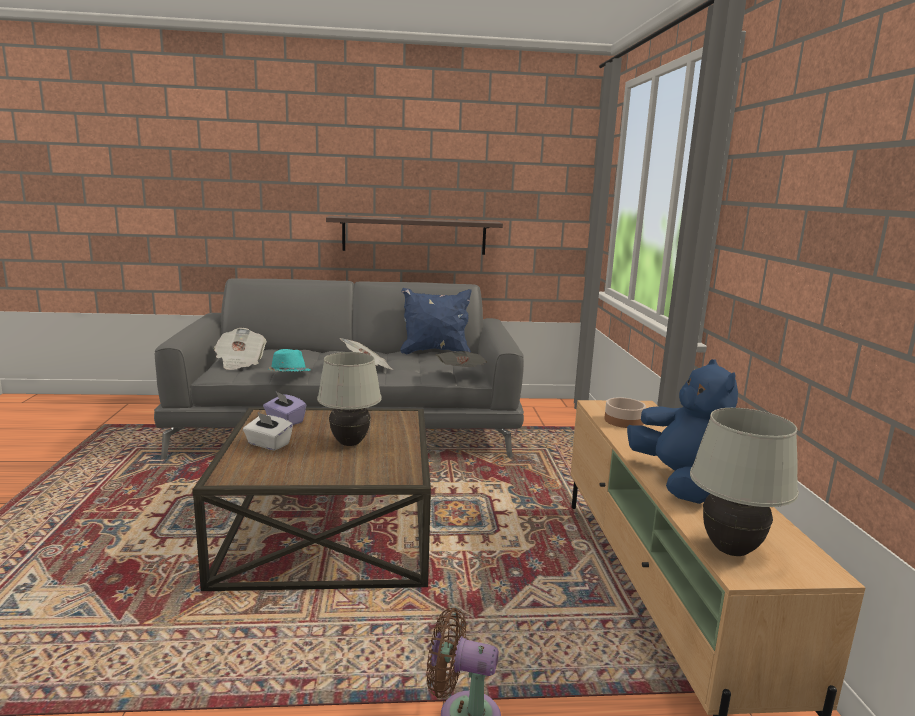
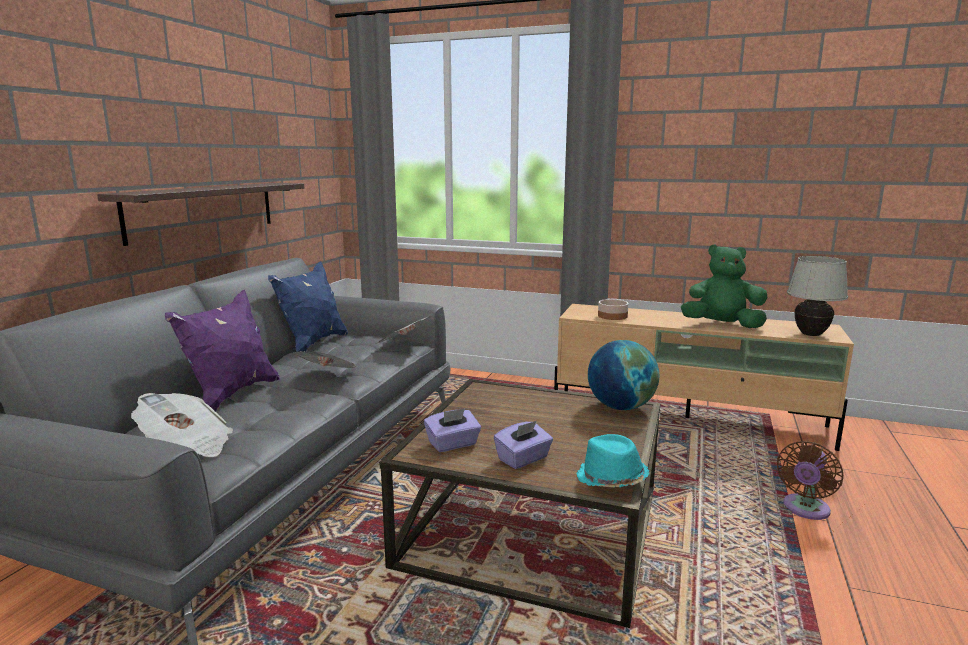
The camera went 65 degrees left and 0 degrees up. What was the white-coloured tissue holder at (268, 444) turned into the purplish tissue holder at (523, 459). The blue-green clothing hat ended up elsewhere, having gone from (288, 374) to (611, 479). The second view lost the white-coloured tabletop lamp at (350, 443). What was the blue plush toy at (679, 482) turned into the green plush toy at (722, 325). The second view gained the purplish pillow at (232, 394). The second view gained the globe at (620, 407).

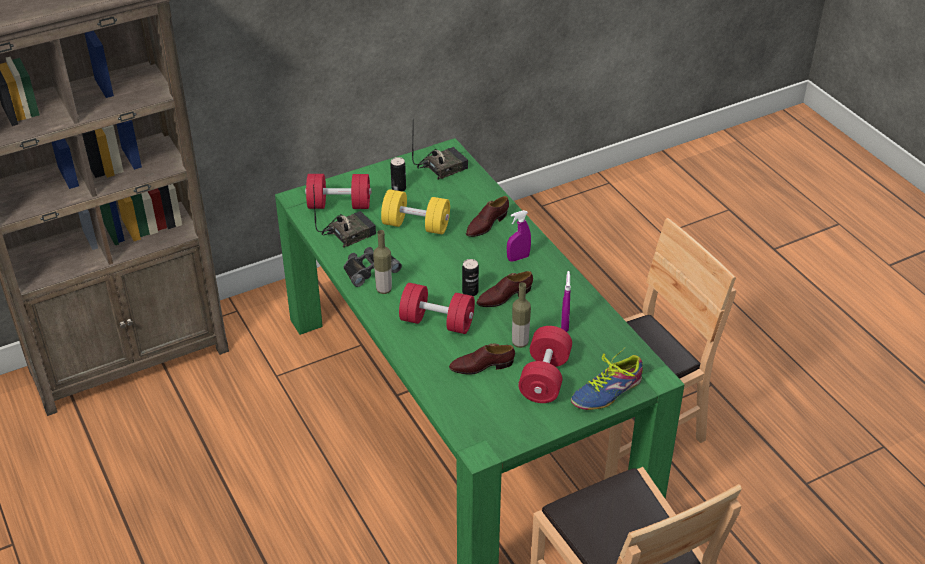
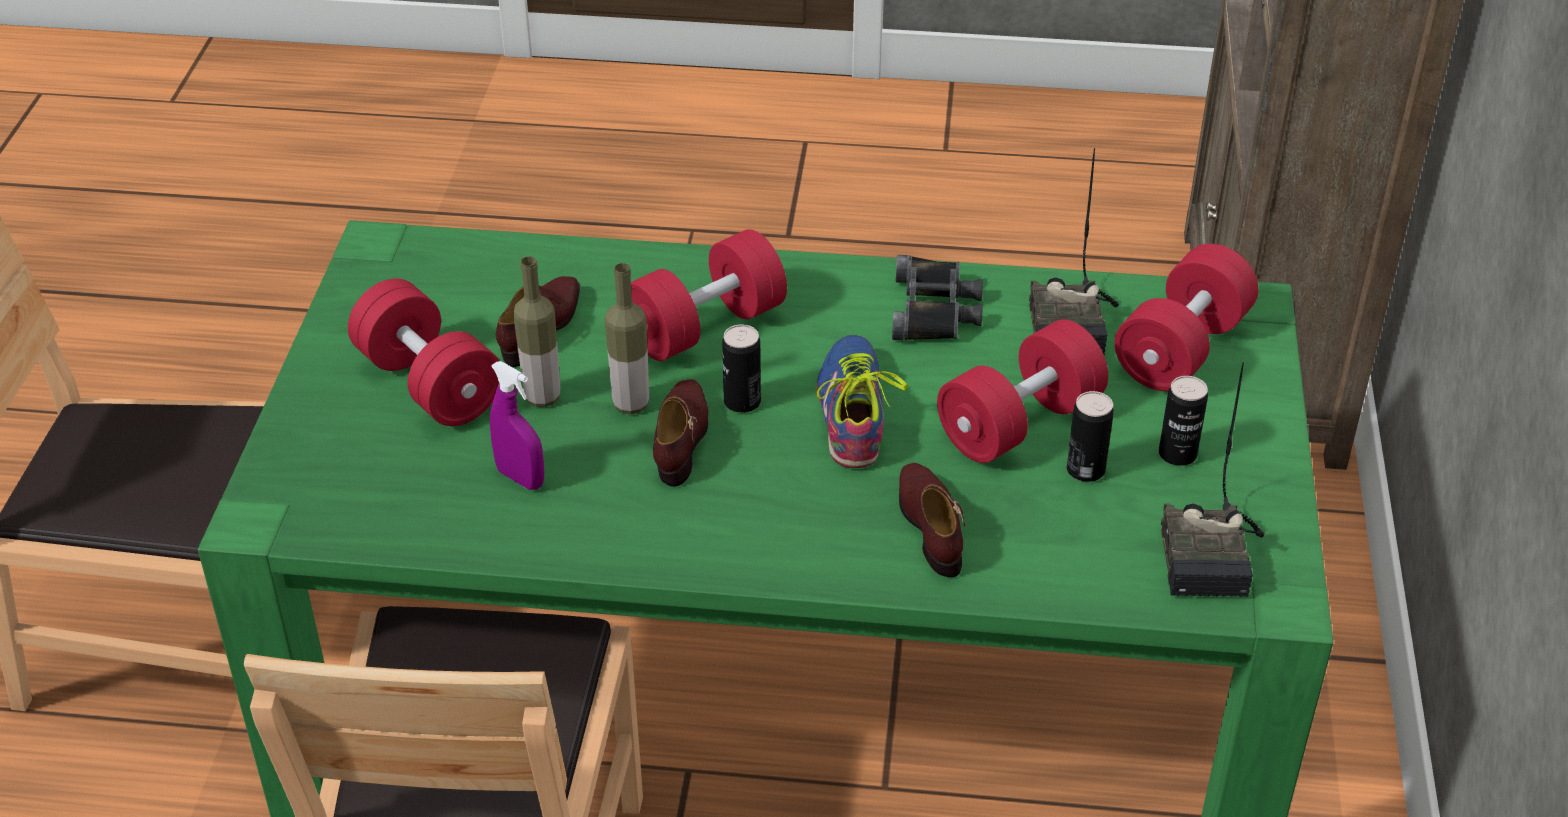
The camera went 125 degrees right and 0 degrees up. The drink bottle ended up elsewhere, having gone from (384, 289) to (631, 404). What was the yellow free weight at (416, 225) turned into the red free weight at (1019, 423). The second view lost the purplish hand sprayer at (518, 258). The shoe ended up elsewhere, having gone from (607, 391) to (852, 411). The second view gained the metal can at (1085, 470).

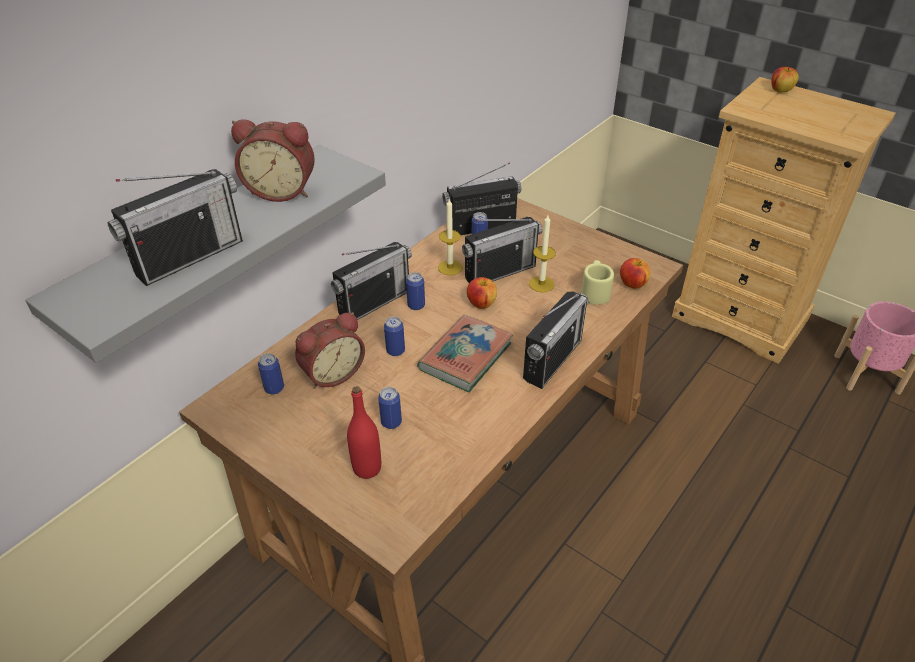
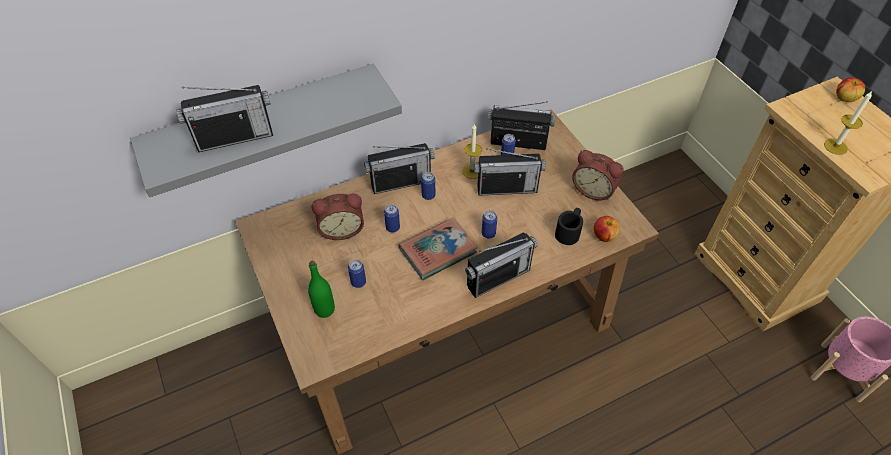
The camera went 25 degrees right and 10 degrees up. The bedside clock ended up elsewhere, having gone from (282, 190) to (594, 189). The metal can ended up elsewhere, having gone from (274, 388) to (488, 233). What was the red drink bottle at (367, 468) turned into the green drink bottle at (324, 309). The second view lost the apple fruit at (481, 303). The wax candle ended up elsewhere, having gone from (541, 284) to (835, 146). What was the sand-coloured mug at (595, 291) turned into the black mug at (569, 232).

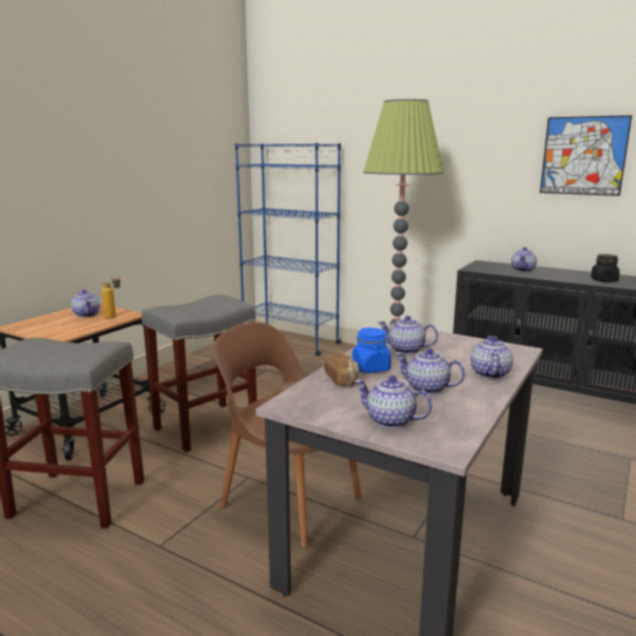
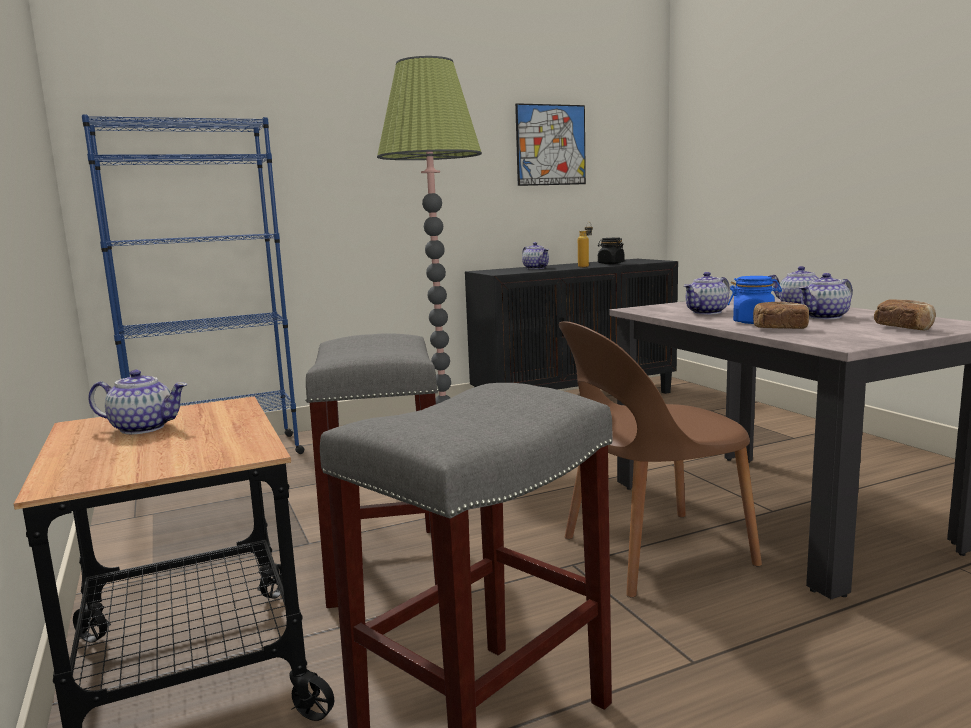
The camera went 55 degrees left and 5 degrees down. The drink bottle ended up elsewhere, having gone from (114, 317) to (586, 266). Where the teapot stood at (390, 420), the bread came to stand at (904, 328).

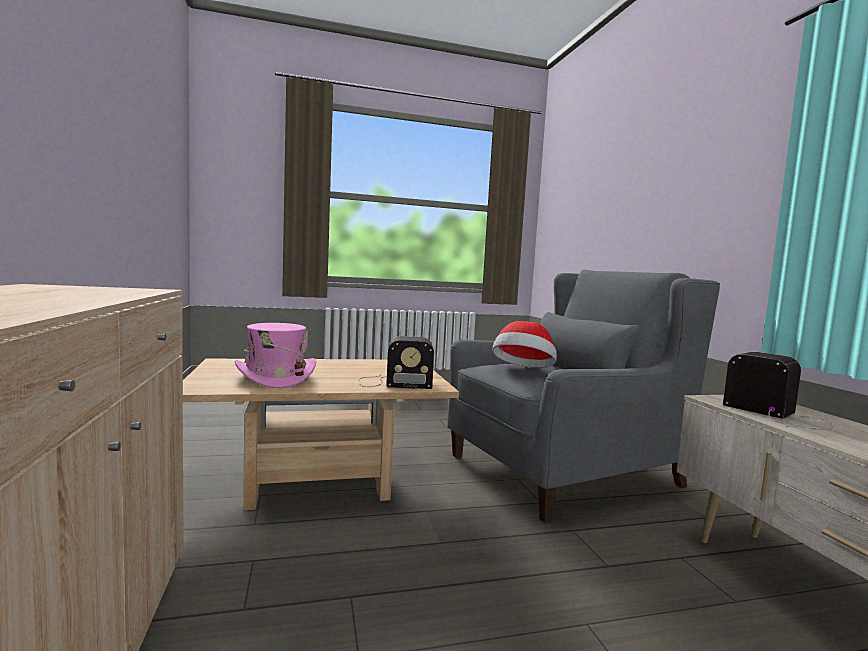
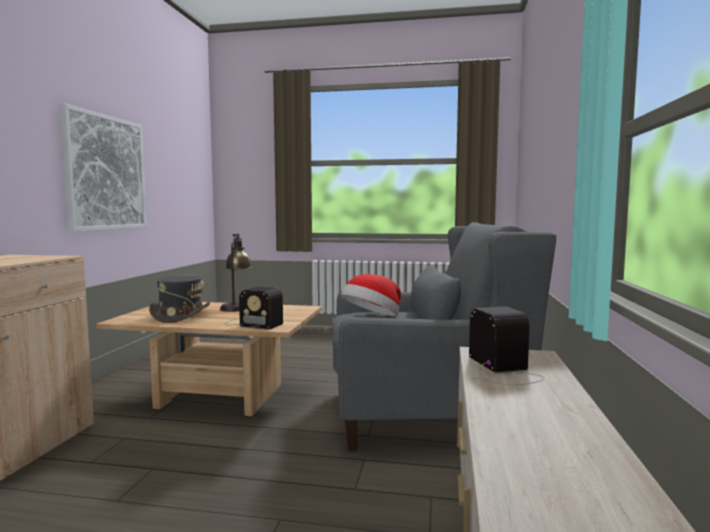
The camera went 25 degrees right and 0 degrees up. What was the pink-coloured clothing hat at (275, 377) turned into the greyish clothing hat at (180, 315). The second view gained the wall picture at (105, 173). The second view gained the tabletop lamp at (236, 306).

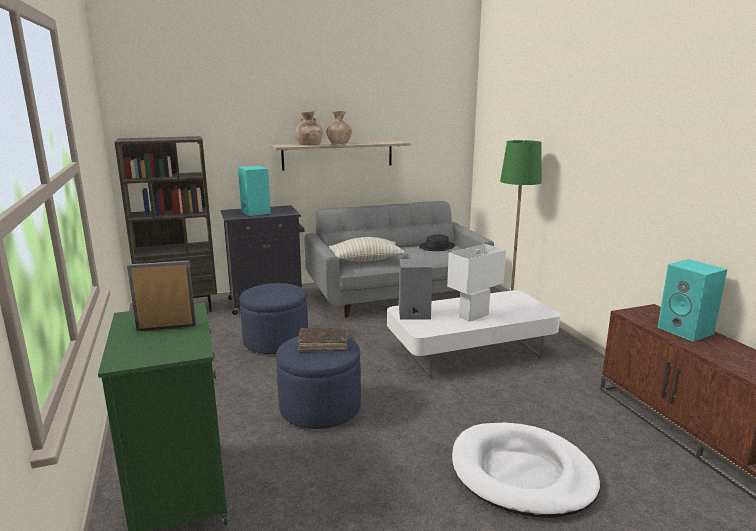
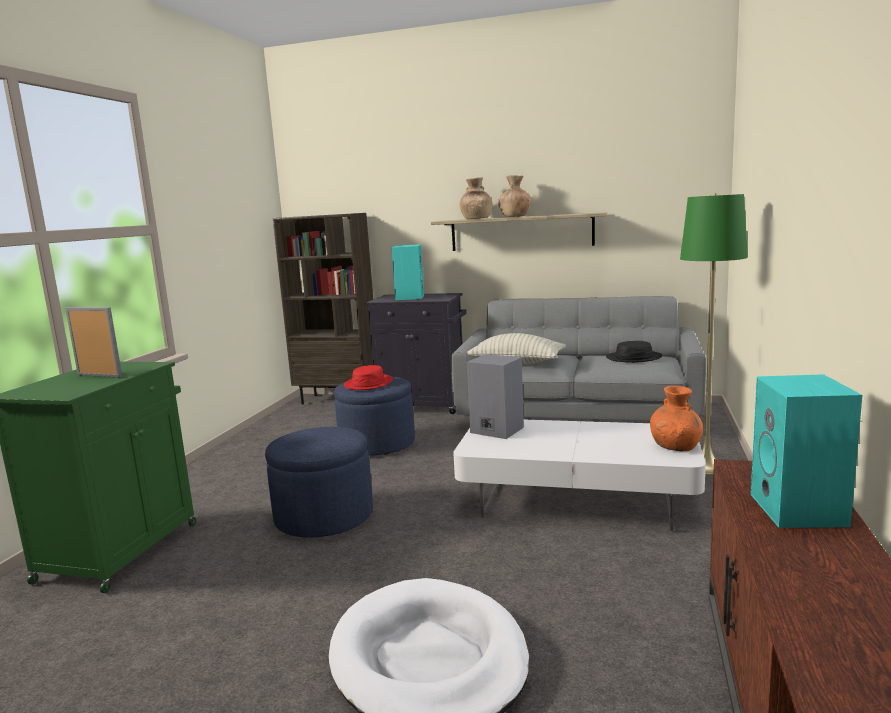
The camera went 35 degrees right and 5 degrees down. The second view lost the brownish bound book at (323, 344). The second view lost the white-coloured tabletop lamp at (473, 316). The second view gained the red clothing hat at (368, 383). The second view gained the orange-coloured decorative vase at (676, 447).

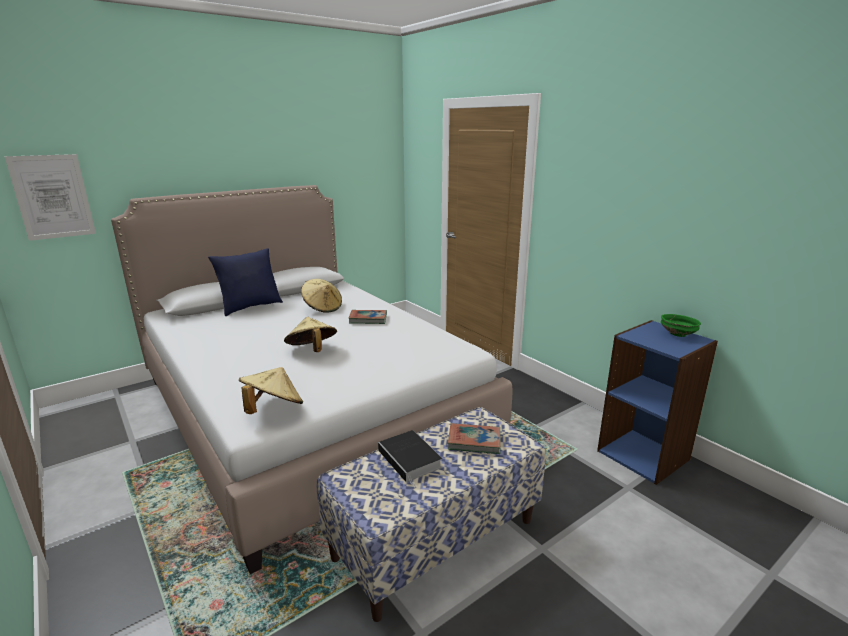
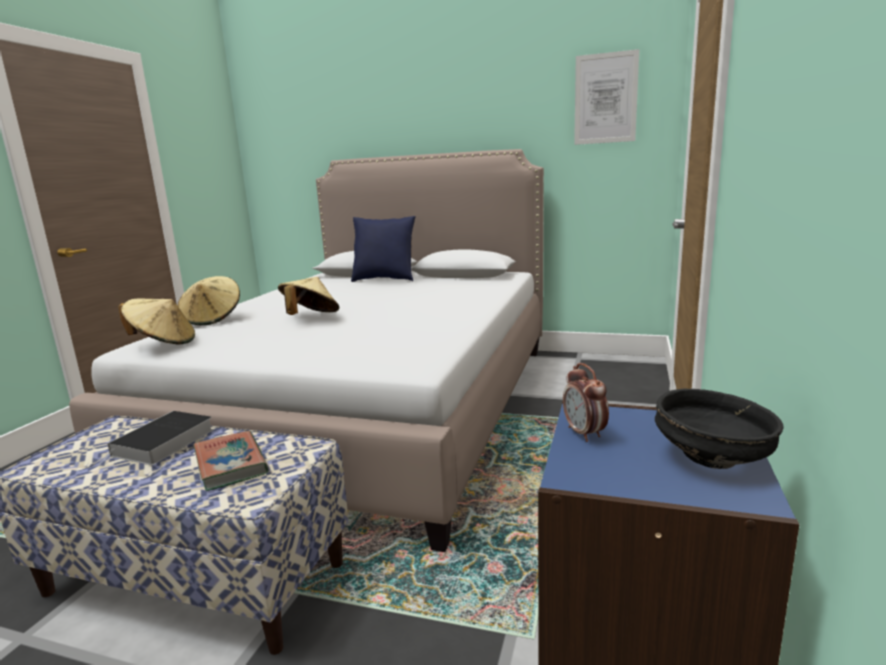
The camera went 55 degrees right and 5 degrees down. The wall picture ended up elsewhere, having gone from (52, 197) to (605, 98). The sand-coloured clothing hat ended up elsewhere, having gone from (322, 308) to (212, 319). The second view lost the bound book at (368, 319). What was the green bowl at (678, 334) turned into the black bowl at (714, 458). The second view gained the bedside clock at (584, 434).

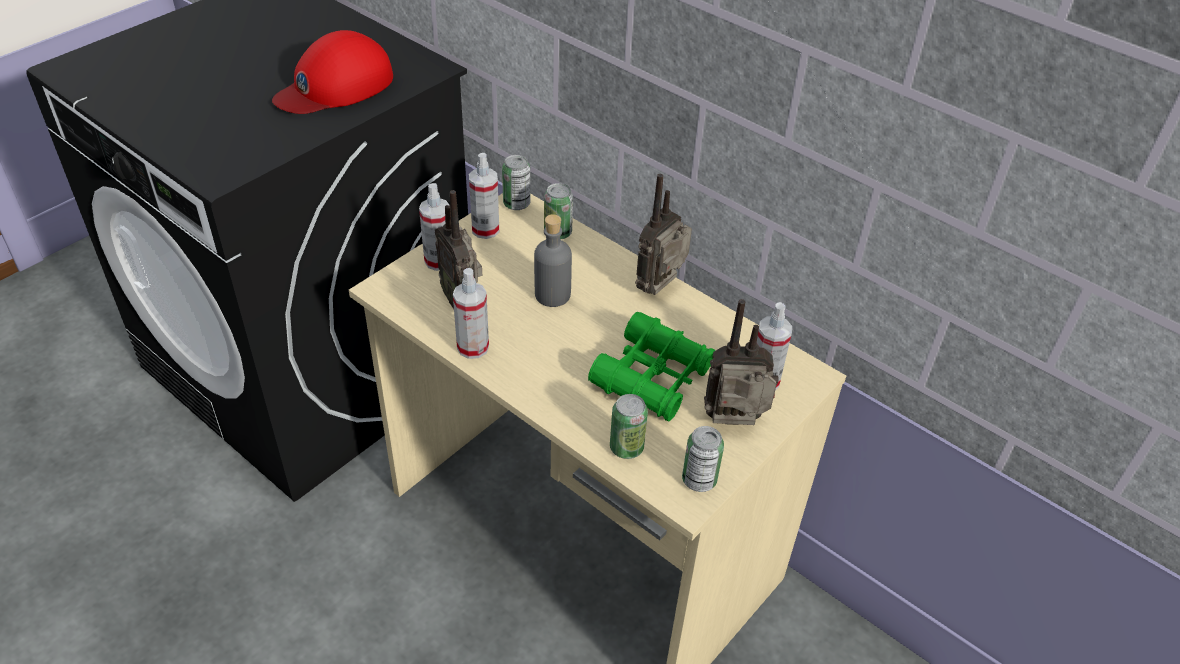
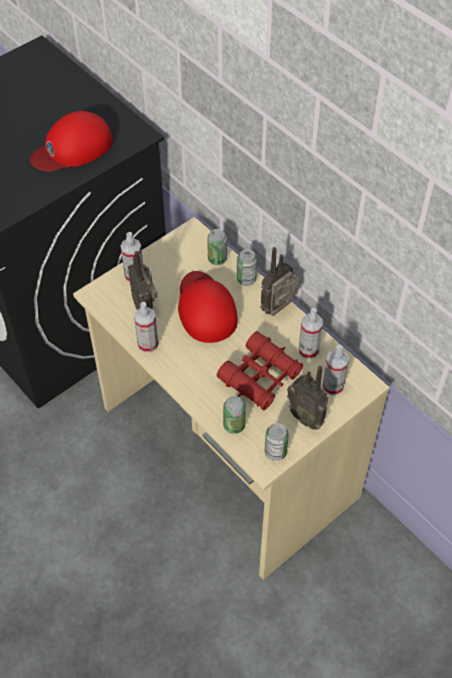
The camera went 10 degrees right and 10 degrees up. The hand sprayer ended up elsewhere, having gone from (485, 229) to (308, 350). The metal can ended up elsewhere, having gone from (516, 204) to (246, 279). Where the greyish drink bottle stood at (552, 295), the red baseball cap came to stand at (205, 308). What was the green field glasses at (652, 377) turned into the red field glasses at (260, 377). The radio set at (735, 426) ended up facing another way, 150 degrees counterclockwise from before.

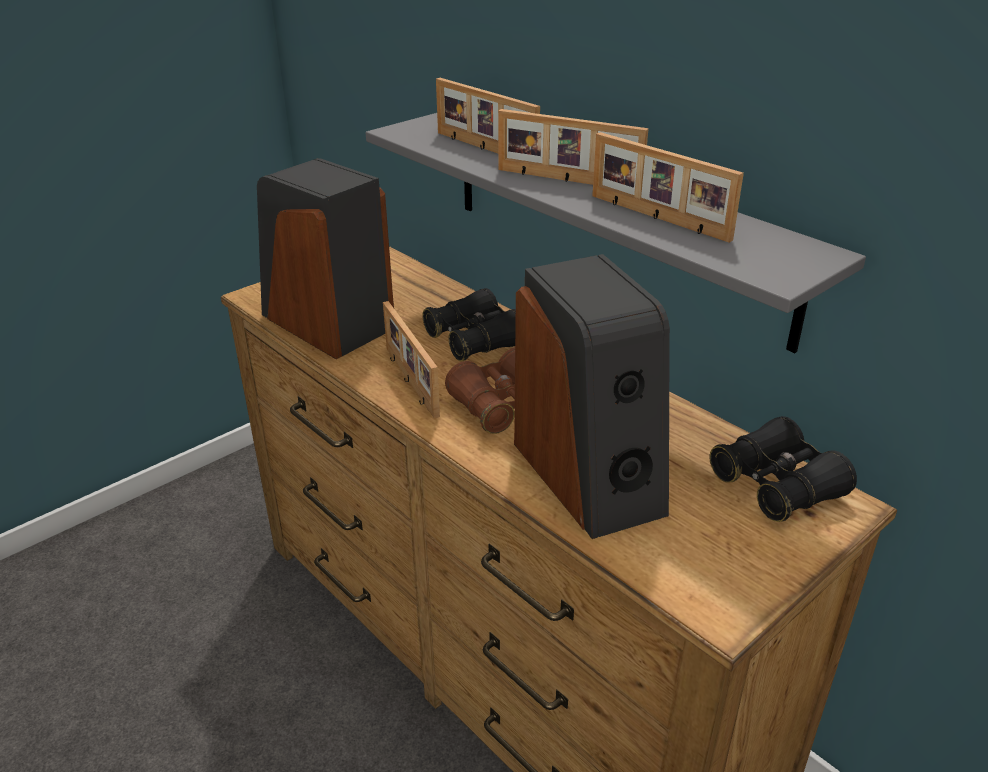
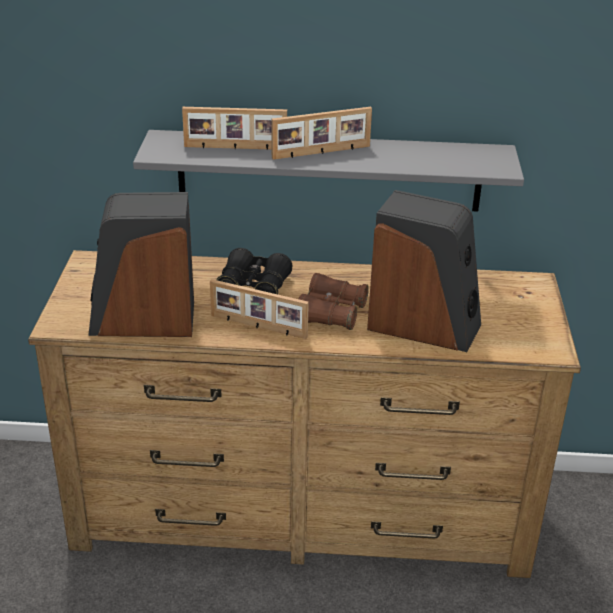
The camera went 45 degrees left and 0 degrees up. The second view lost the picture frame at (657, 218). The second view lost the black field glasses at (777, 485).

